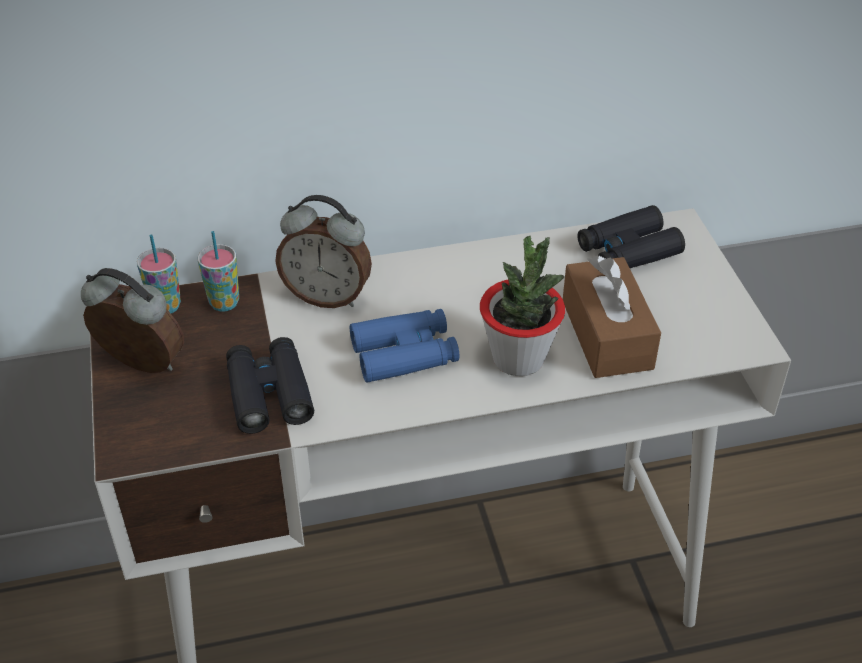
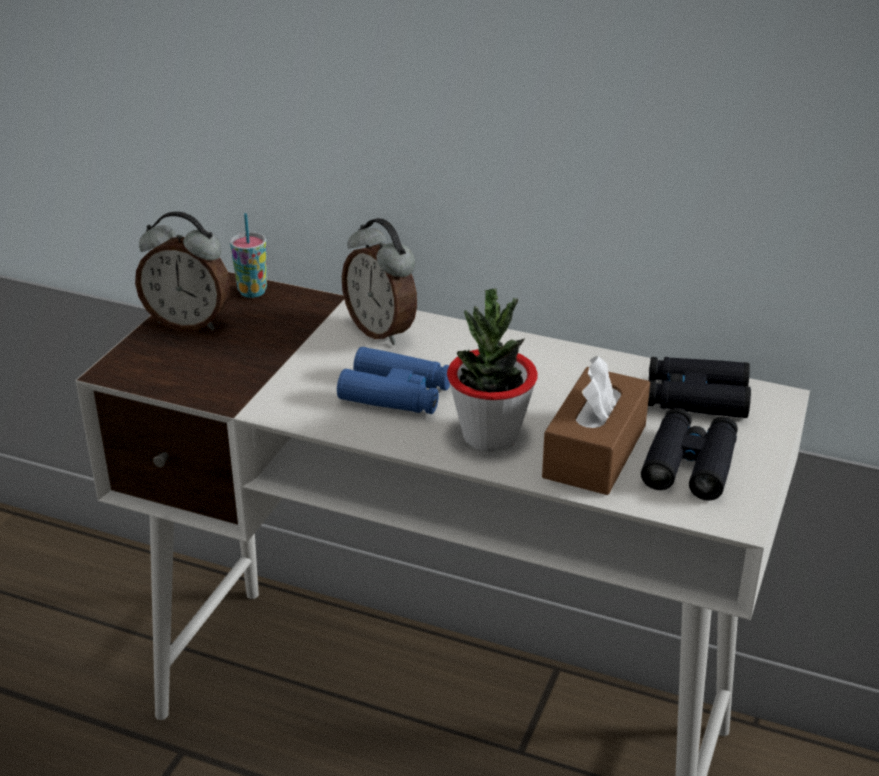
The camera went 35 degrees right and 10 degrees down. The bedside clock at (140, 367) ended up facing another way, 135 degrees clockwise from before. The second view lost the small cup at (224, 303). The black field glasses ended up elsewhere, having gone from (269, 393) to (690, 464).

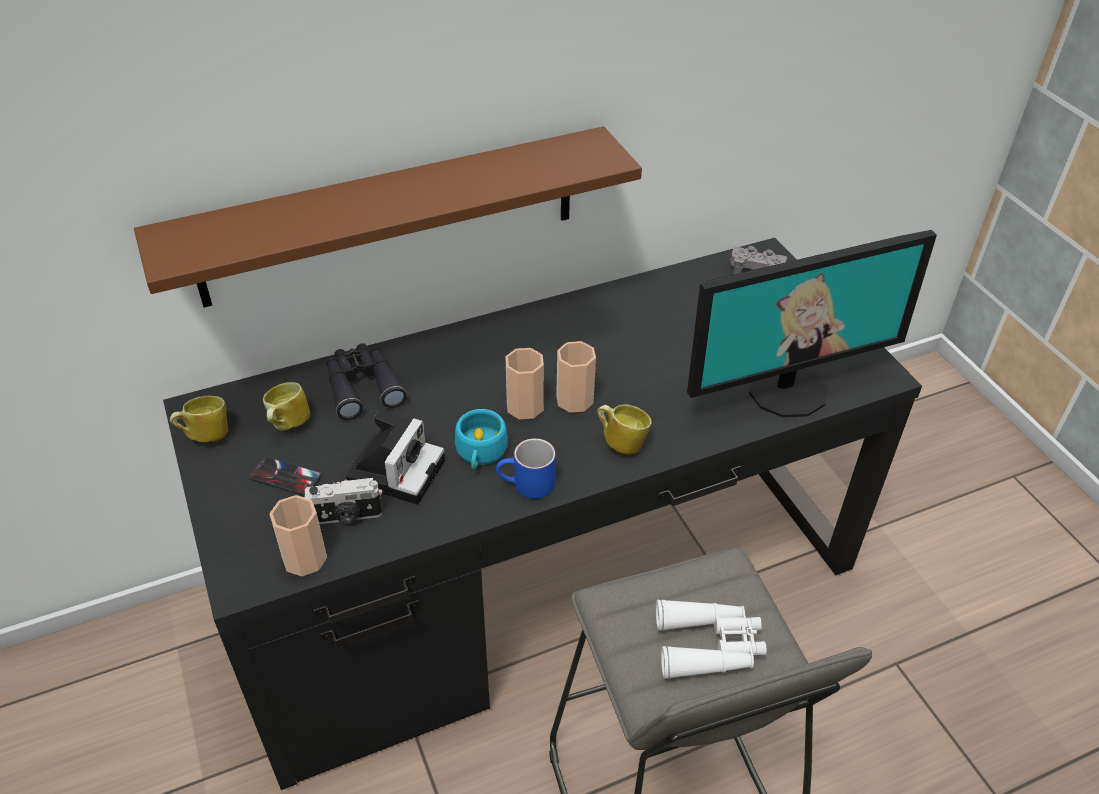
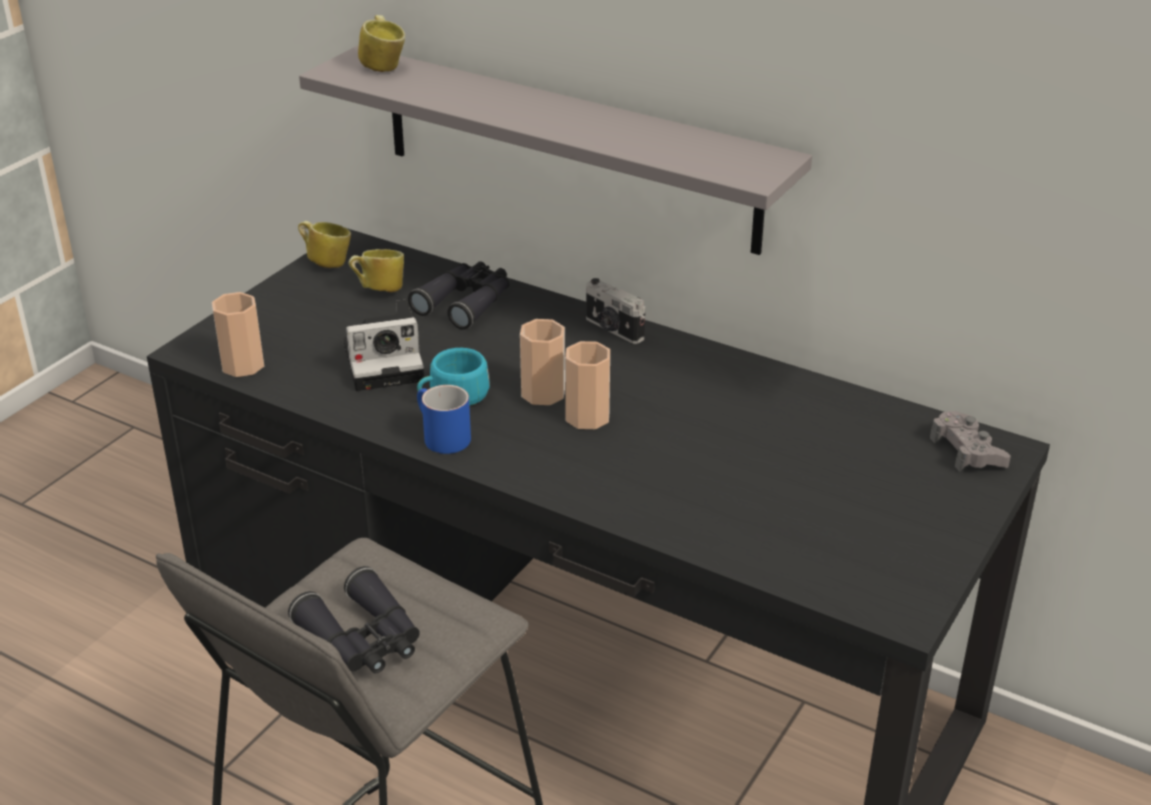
The camera went 55 degrees right and 10 degrees down. What was the brownish shelf at (390, 217) turned into the greyish shelf at (568, 149). The second view lost the handset at (285, 476). The photo camera ended up elsewhere, having gone from (346, 517) to (613, 329). The mug ended up elsewhere, having gone from (621, 442) to (383, 66). What was the white-coloured field glasses at (709, 646) turned into the black field glasses at (363, 640). The second view lost the computer screen at (787, 389).

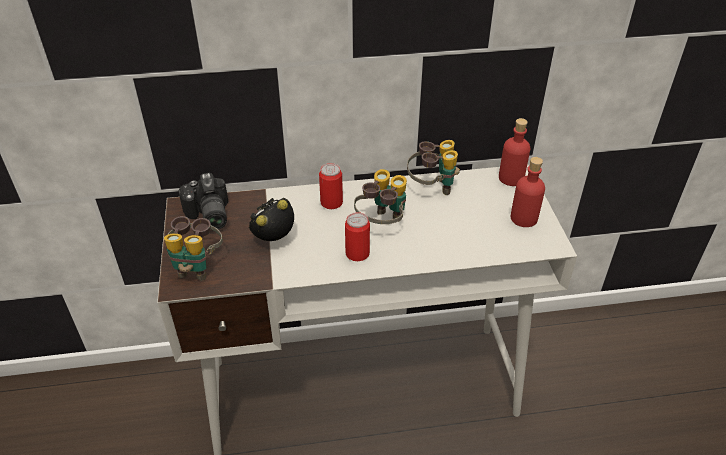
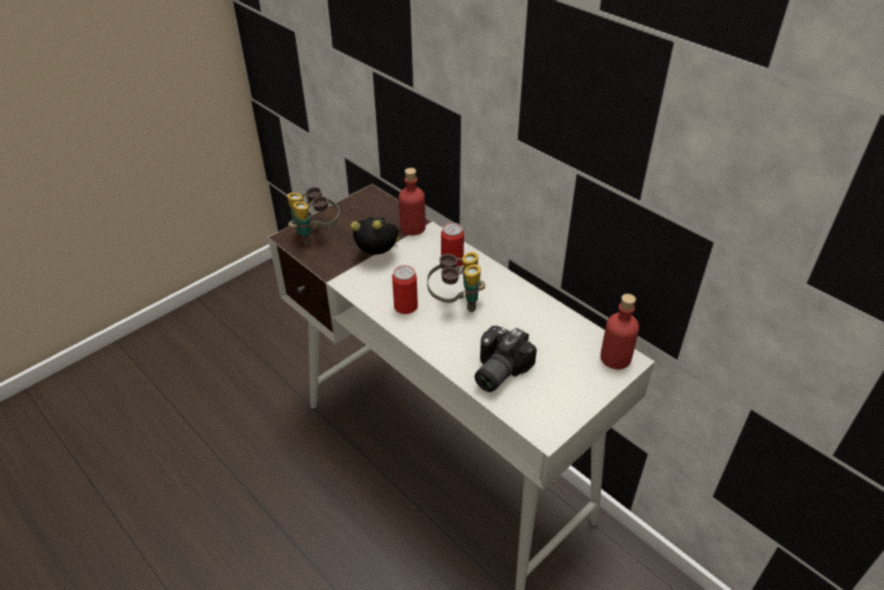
The camera went 55 degrees right and 0 degrees up. The photo camera ended up elsewhere, having gone from (207, 216) to (496, 370). The second view lost the field glasses at (431, 188). The red drink bottle ended up elsewhere, having gone from (524, 218) to (413, 227).

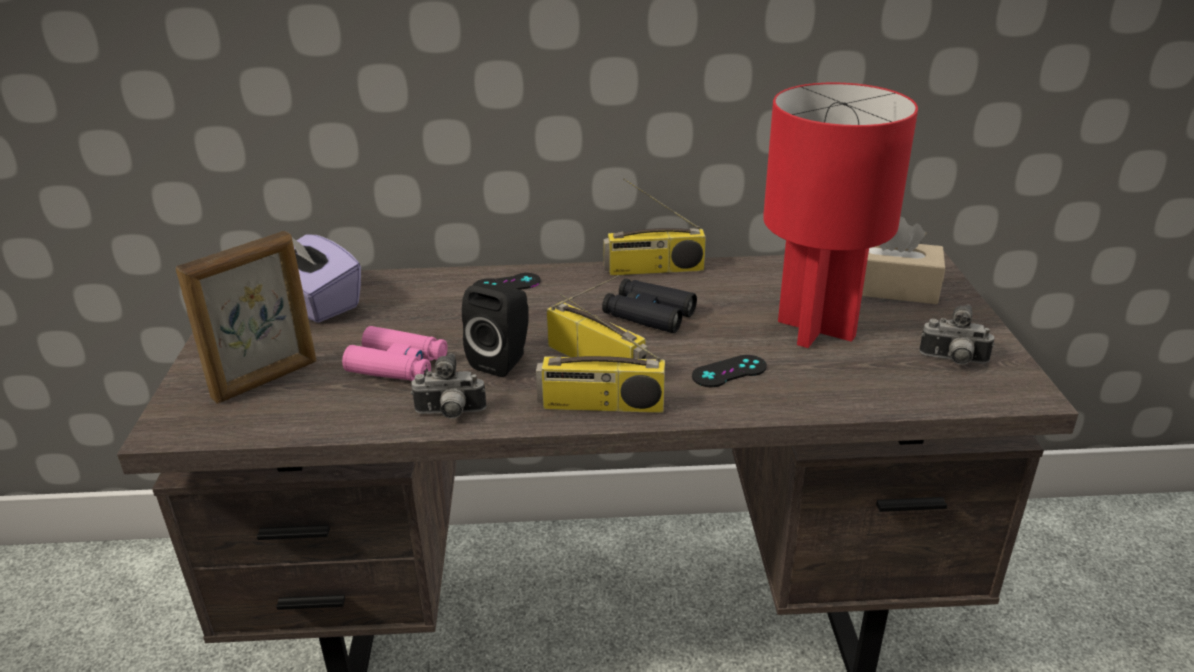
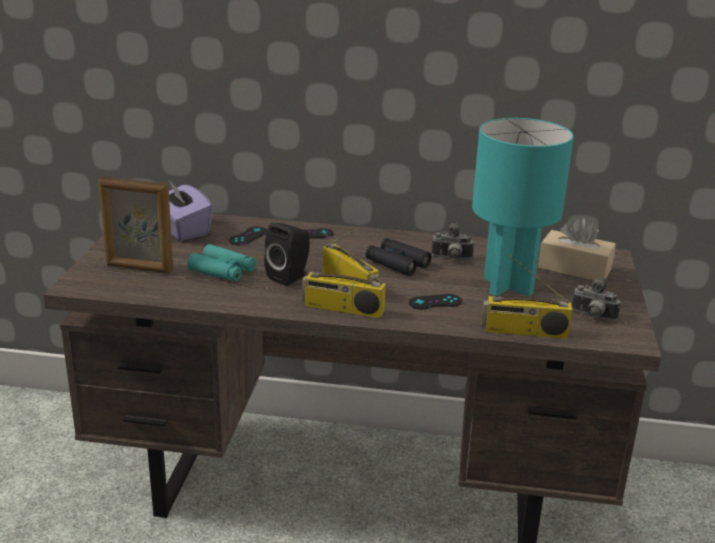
The camera went 10 degrees right and 5 degrees down. The picture frame at (266, 380) ended up facing another way, 45 degrees clockwise from before. What was the pink-coloured field glasses at (398, 365) turned into the blue-green field glasses at (222, 271). The photo camera ended up elsewhere, having gone from (450, 414) to (451, 258). The radio set ended up elsewhere, having gone from (653, 269) to (524, 332). What was the red tabletop lamp at (814, 329) turned into the blue-green tabletop lamp at (506, 286). The second view gained the black game controller at (248, 236).

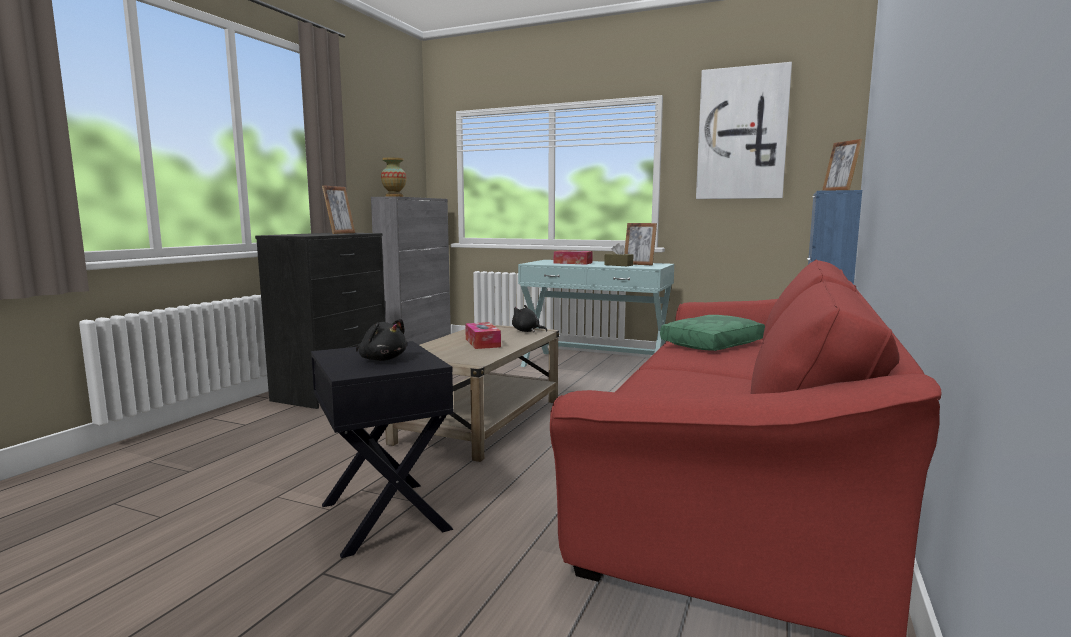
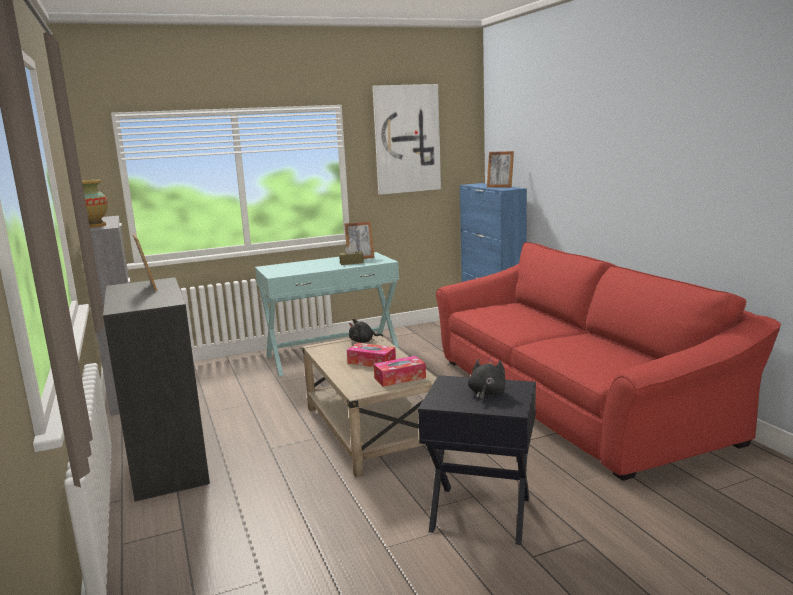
The camera went 45 degrees left and 5 degrees up. The black plush toy at (382, 359) ended up facing another way, 60 degrees counterclockwise from before. The tissue holder ended up elsewhere, having gone from (573, 263) to (400, 378). The second view lost the green pillow at (713, 344).

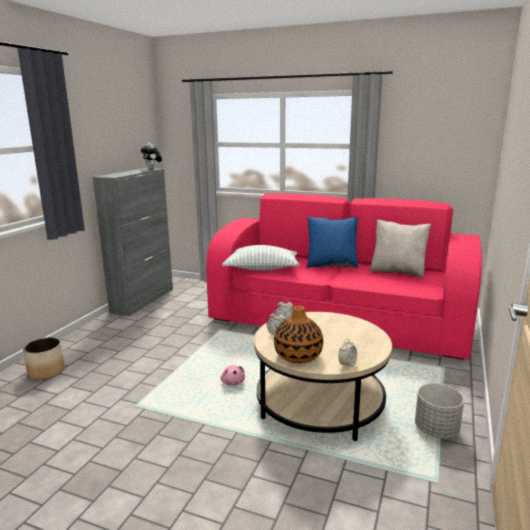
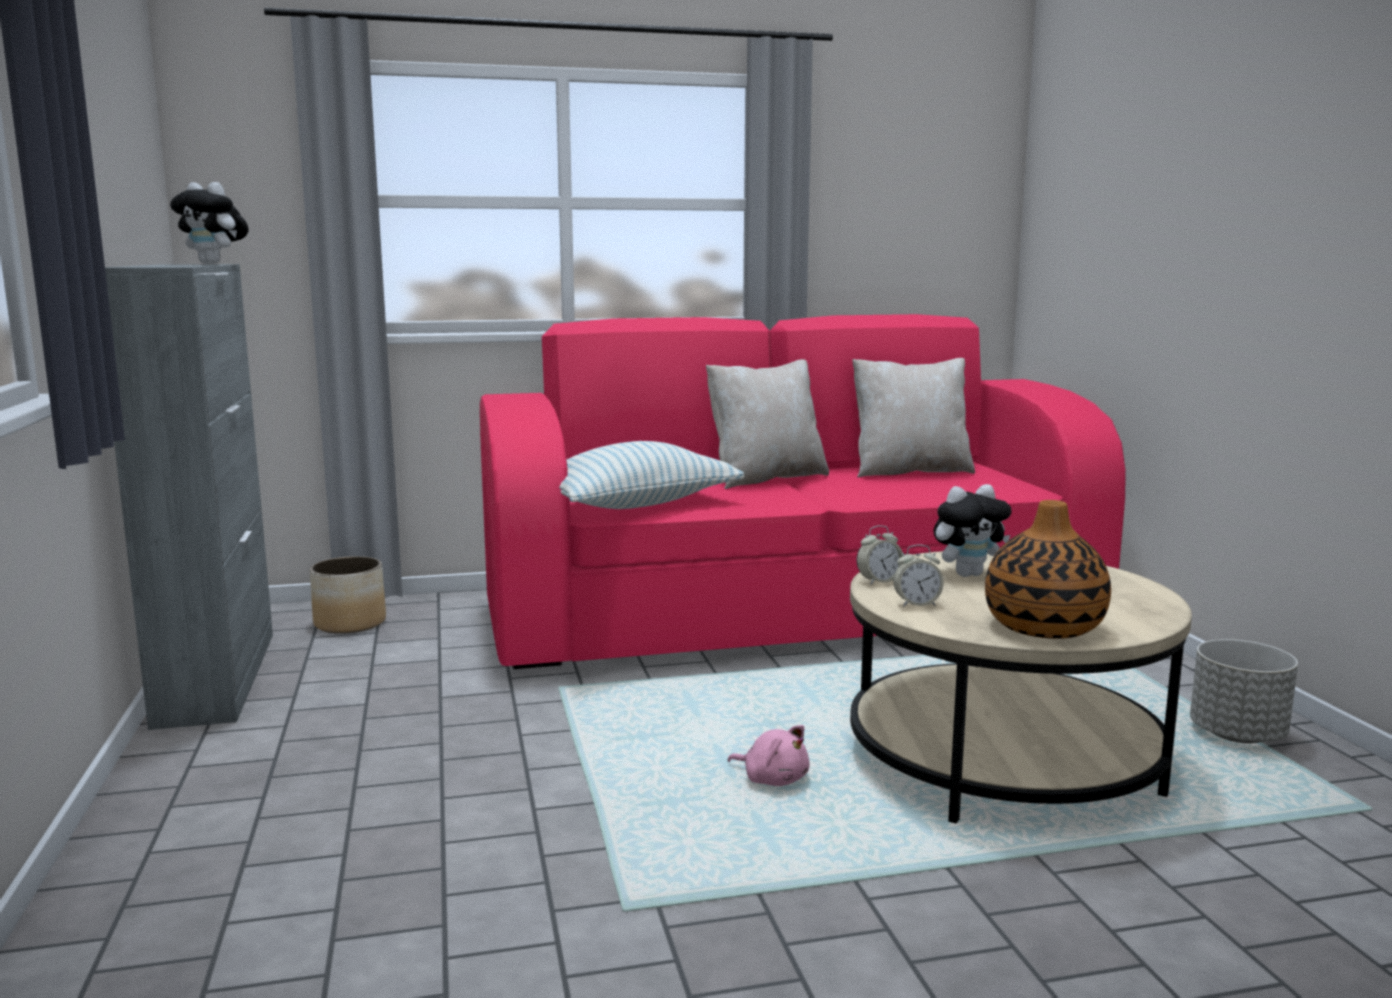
The camera went 35 degrees left and 5 degrees down. The planter ended up elsewhere, having gone from (46, 371) to (349, 623). What was the blue pillow at (331, 265) turned into the sand-coloured pillow at (765, 478). The second view lost the bedside clock at (347, 364). The second view gained the plush toy at (968, 574).

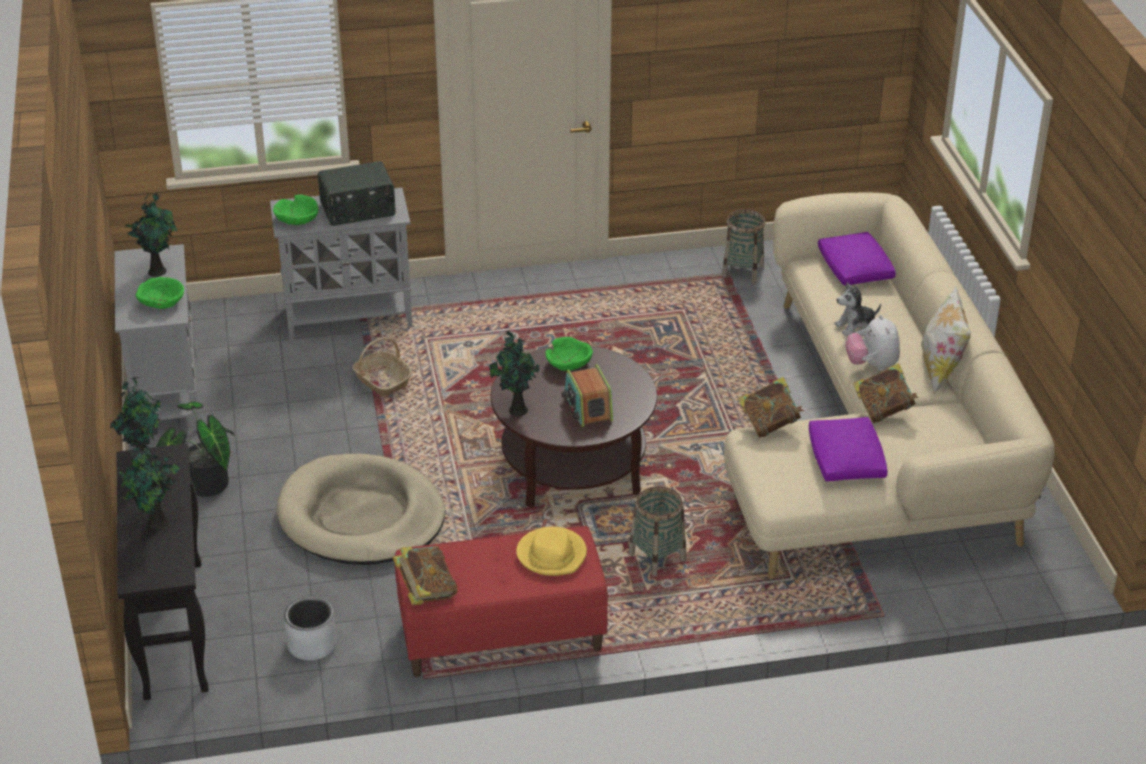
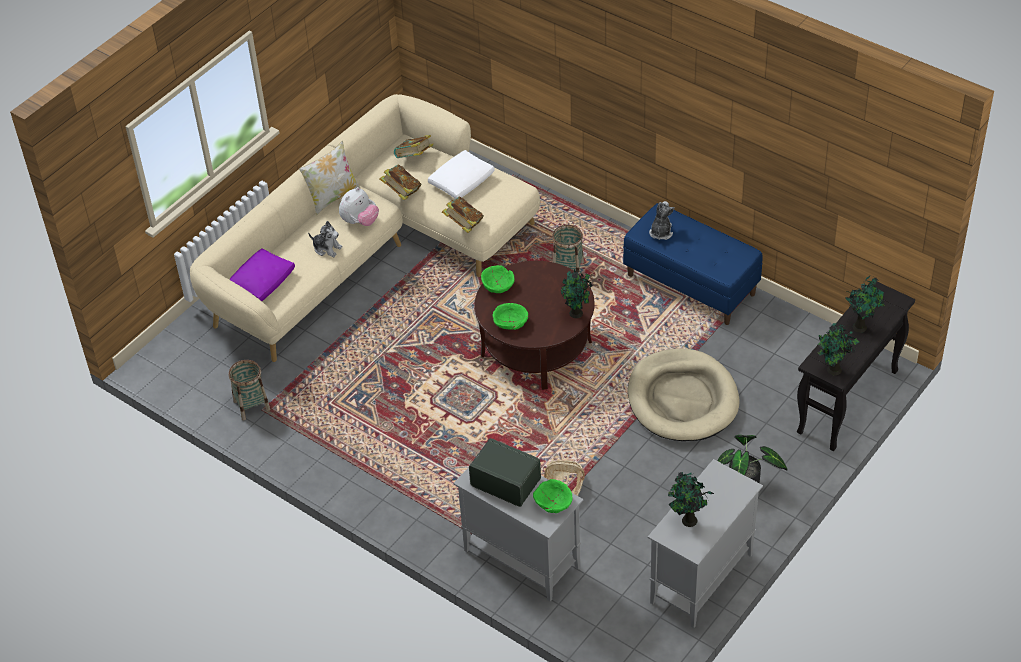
The camera went 130 degrees left and 10 degrees up. The green bowl ended up elsewhere, having gone from (161, 302) to (497, 285). The second view lost the greyish planter at (312, 644). The bound book ended up elsewhere, having gone from (426, 592) to (414, 158). What was the red indoor bench at (501, 636) turned into the blue indoor bench at (691, 284). Where the yellow clothing hat stood at (552, 554), the plush toy came to stand at (661, 232). The second view lost the radio set at (587, 408). What was the purplish pillow at (846, 460) turned into the white-coloured pillow at (462, 181).

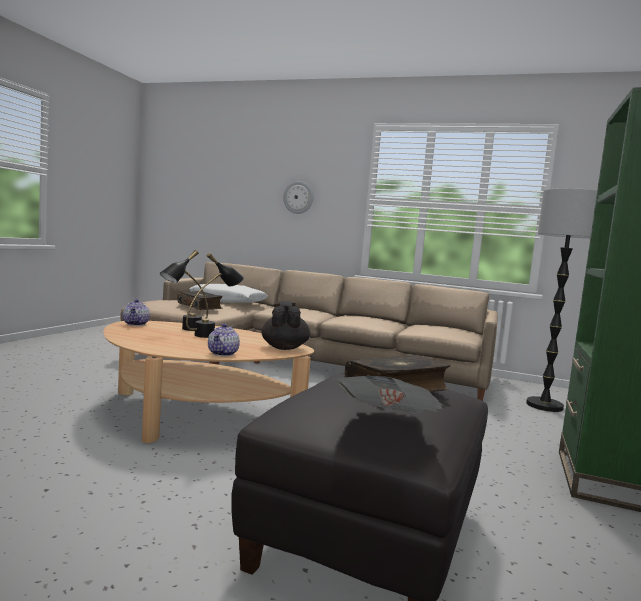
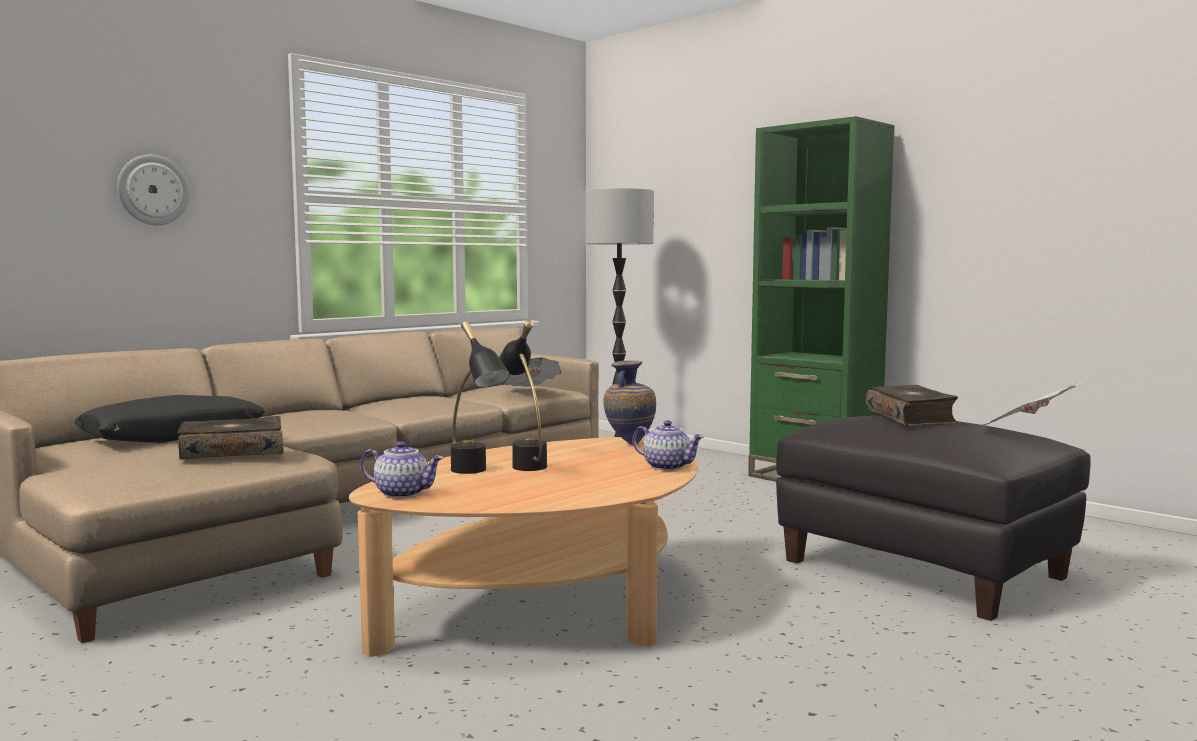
The camera went 65 degrees left and 0 degrees up. What was the white-coloured pillow at (228, 301) turned into the black pillow at (173, 436). Where the black teapot stood at (284, 348), the decorative vase came to stand at (629, 444). The second view gained the daily paper at (530, 390).

